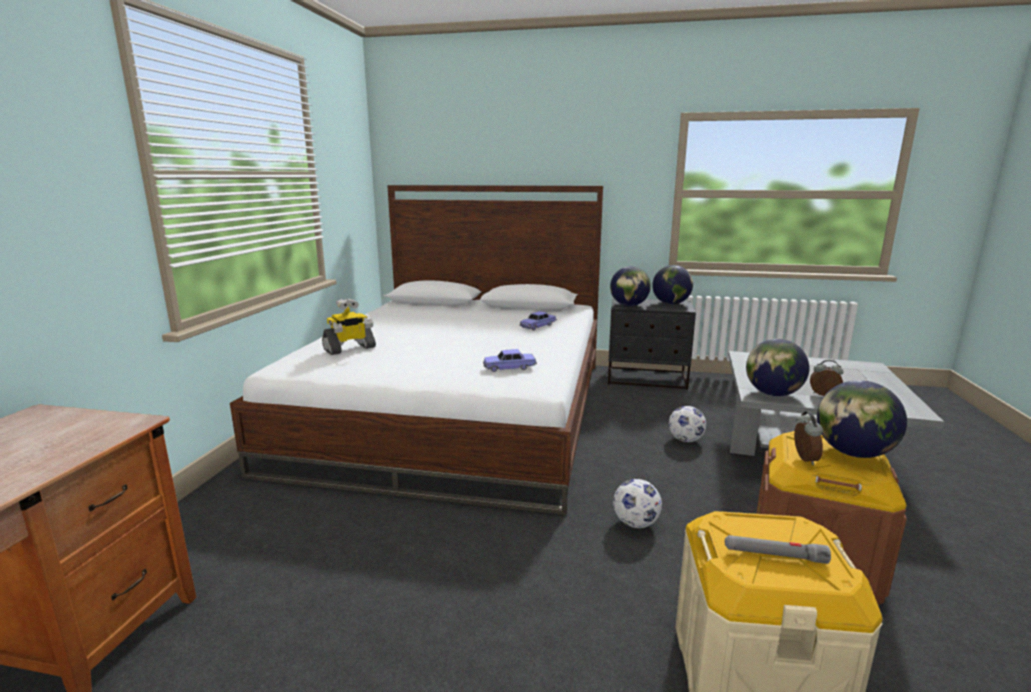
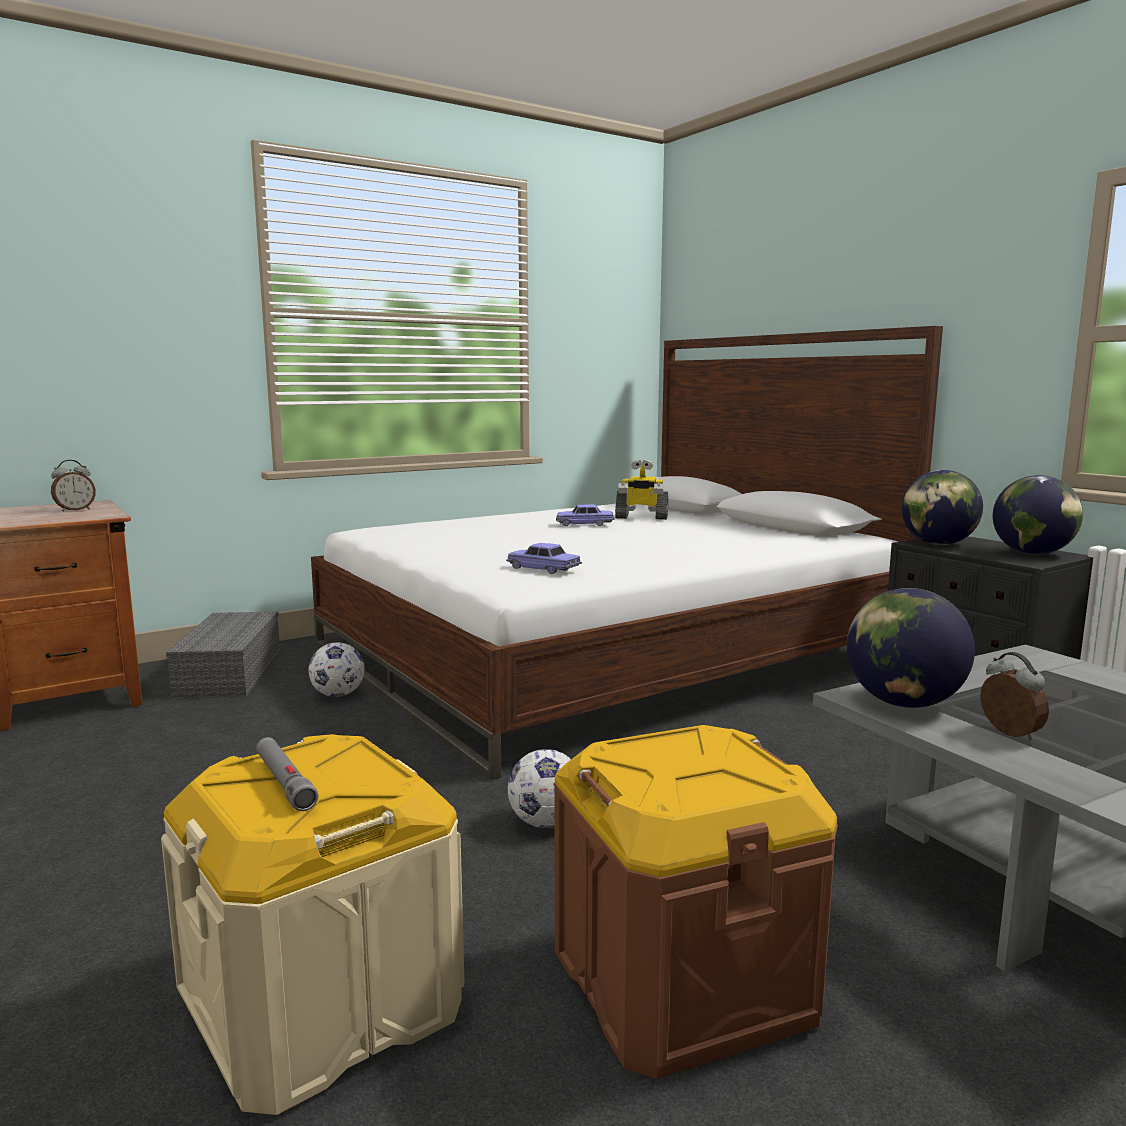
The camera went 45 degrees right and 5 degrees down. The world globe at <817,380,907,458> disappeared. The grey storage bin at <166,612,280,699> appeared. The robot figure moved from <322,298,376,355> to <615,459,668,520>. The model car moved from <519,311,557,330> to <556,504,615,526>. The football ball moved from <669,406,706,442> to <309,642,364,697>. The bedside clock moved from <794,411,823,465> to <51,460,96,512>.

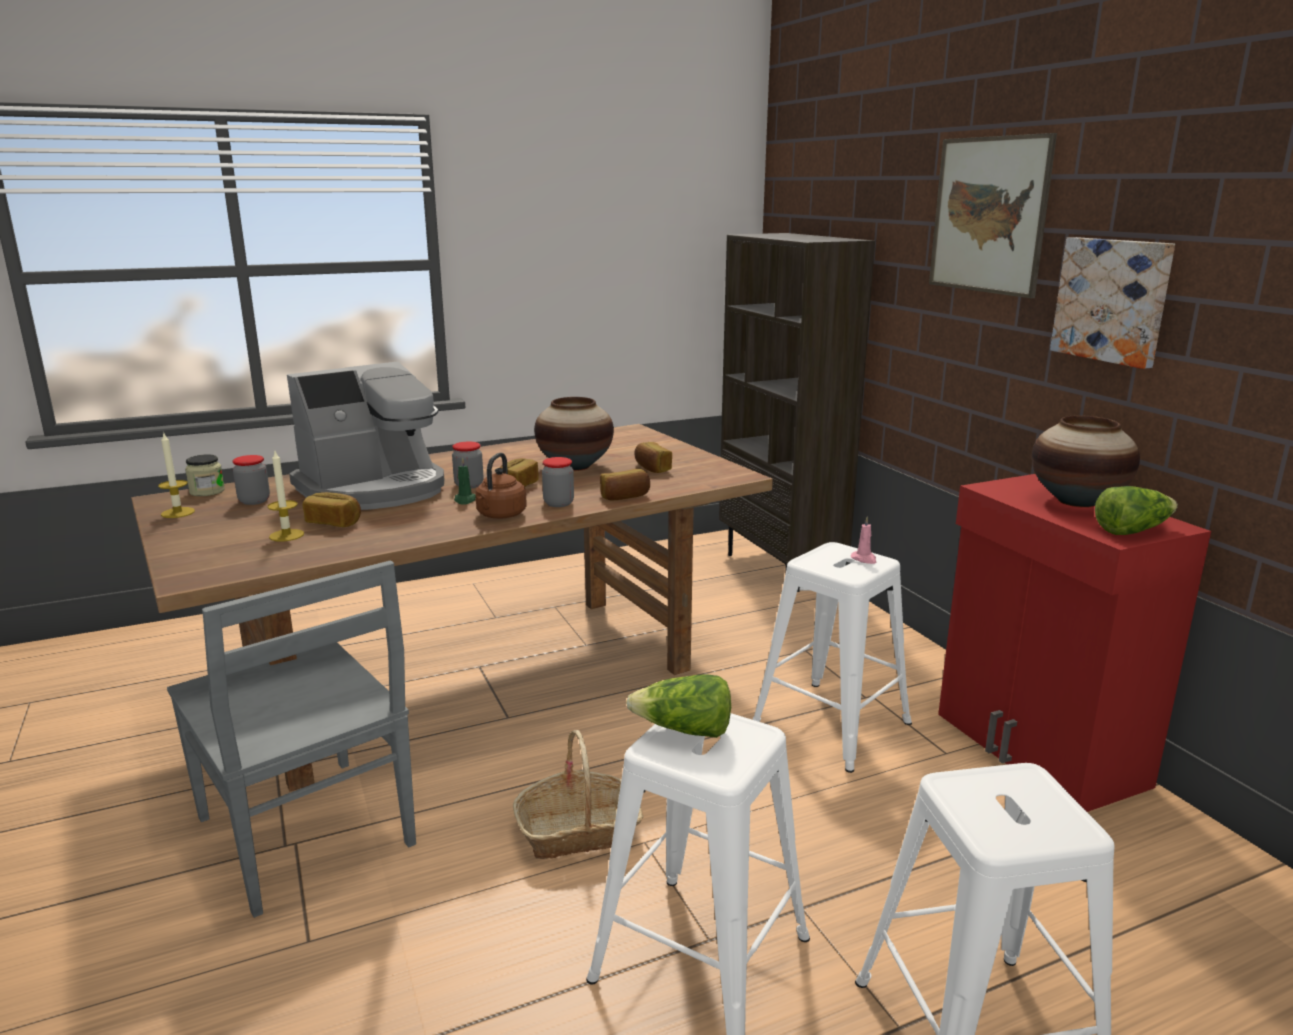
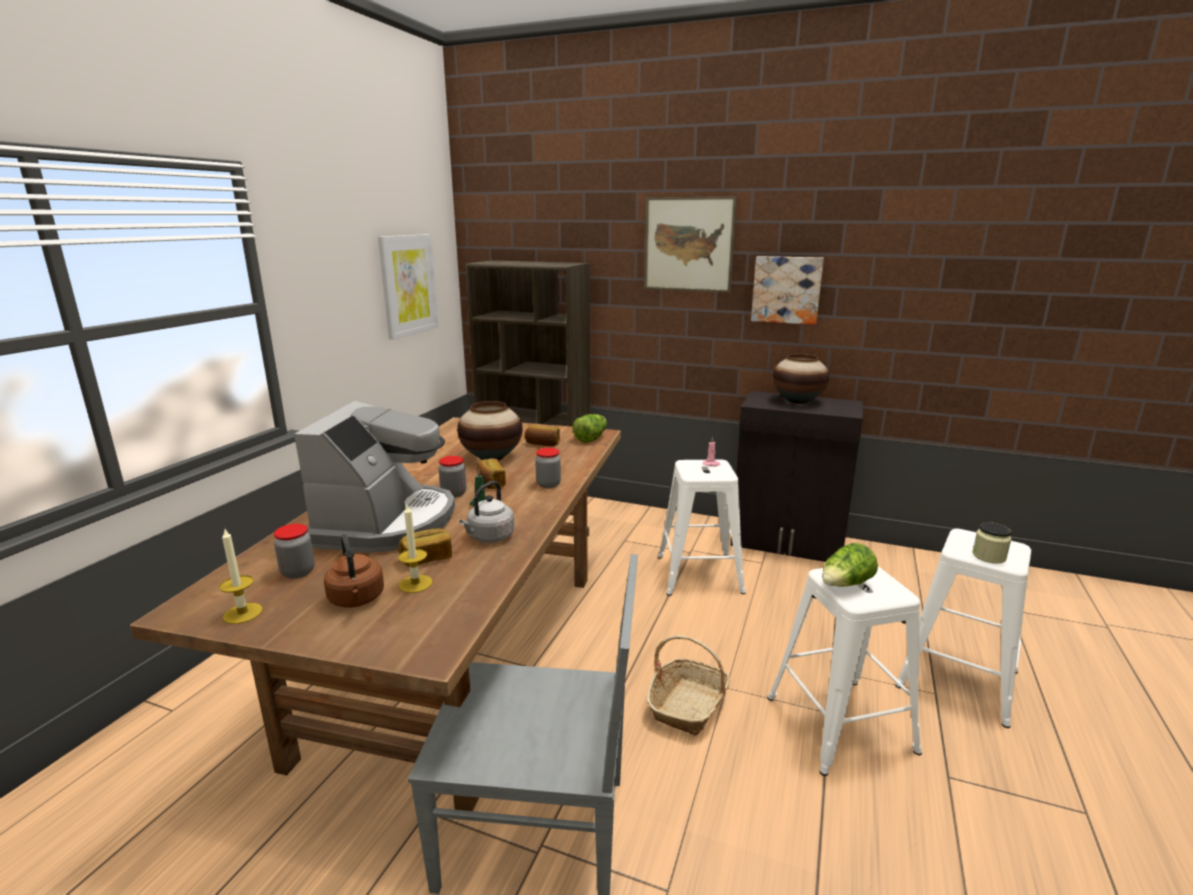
The camera went 45 degrees left and 0 degrees up. The bakery bread at <600,469,650,500> disappeared. The wall picture at <378,234,439,340> appeared. The grey kettle at <459,481,515,543> appeared. The preserve jar moved from <185,455,225,496> to <972,522,1012,564>. The brown kettle moved from <475,453,527,519> to <324,534,384,608>. The head of lettuce moved from <1095,486,1178,535> to <572,414,607,443>. The red storage cabinet at <938,474,1211,812> became the black-coloured storage cabinet at <731,391,863,562>.

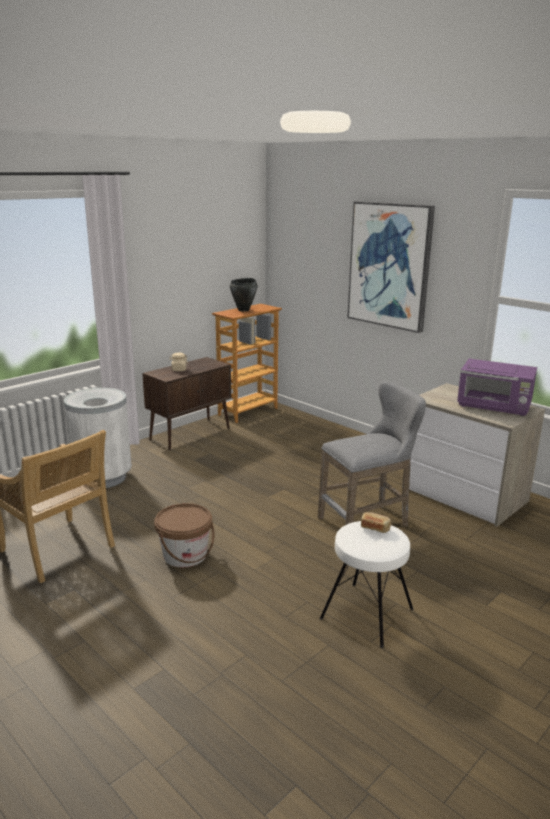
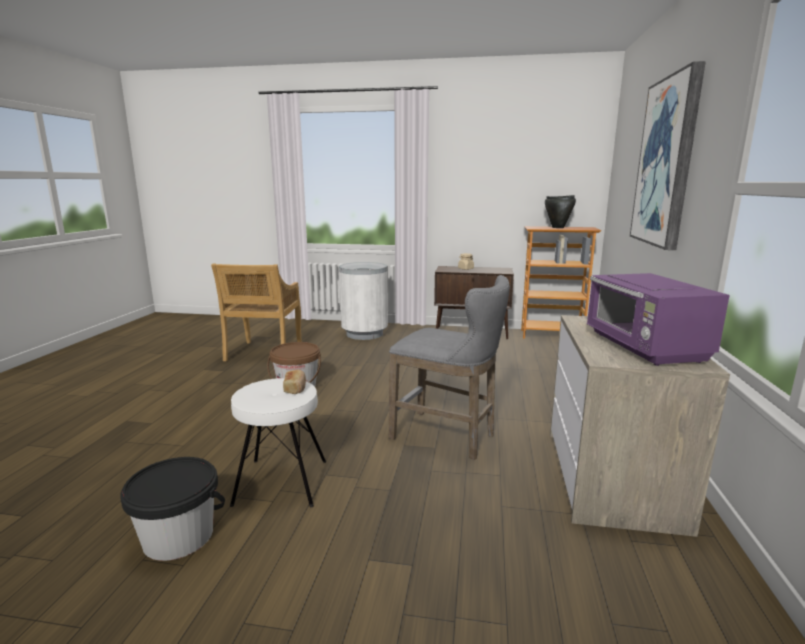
The camera went 55 degrees right and 5 degrees down. The black-coloured bucket at <120,457,225,561> appeared.

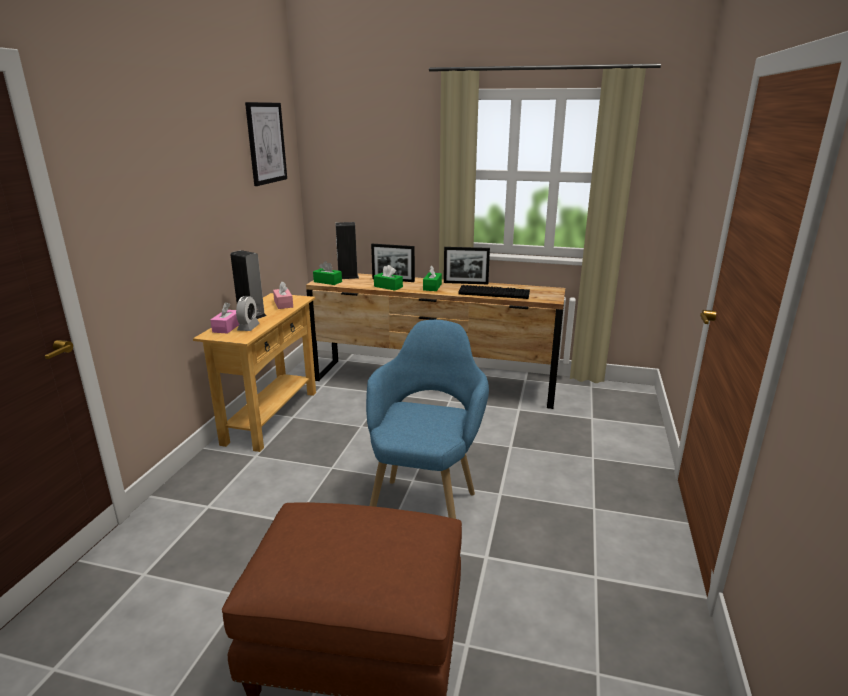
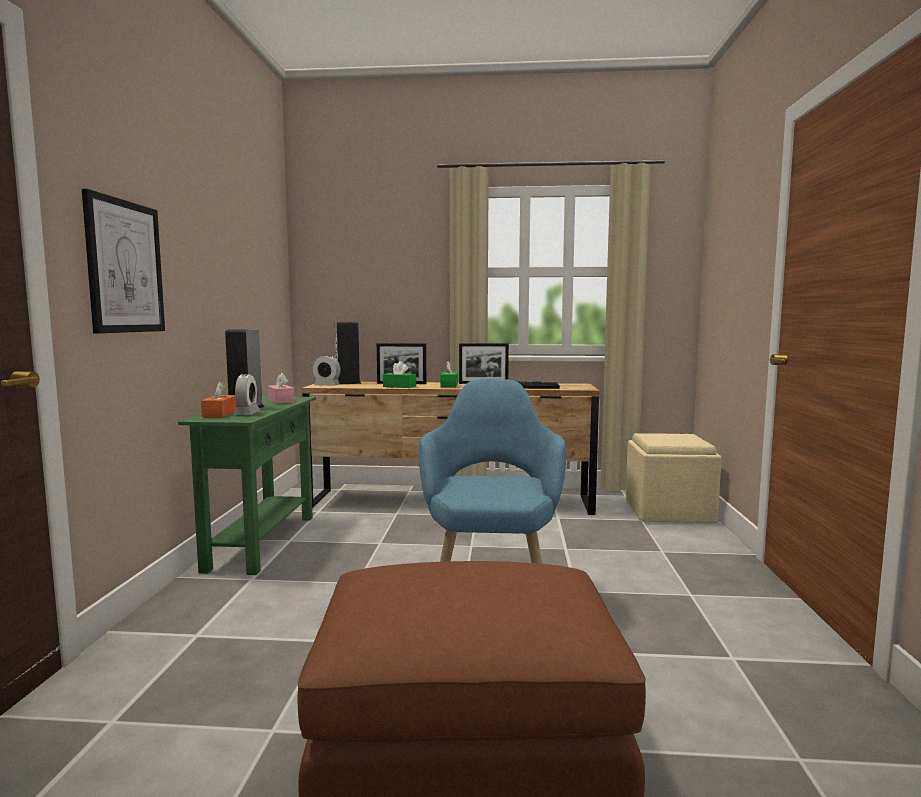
The camera went 10 degrees left and 15 degrees down. The sand-coloured ottoman at <626,433,721,523> appeared. The wall picture moved from <245,102,287,186> to <82,189,165,333>. The green-coloured box of tissues at <313,261,342,285> was replaced by the bedside clock at <312,355,341,386>. The sand-coloured console table at <193,293,316,452> became the green-coloured console table at <178,396,316,575>. The pinkish box of tissues at <210,302,239,334> became the orange box of tissues at <201,382,237,418>.

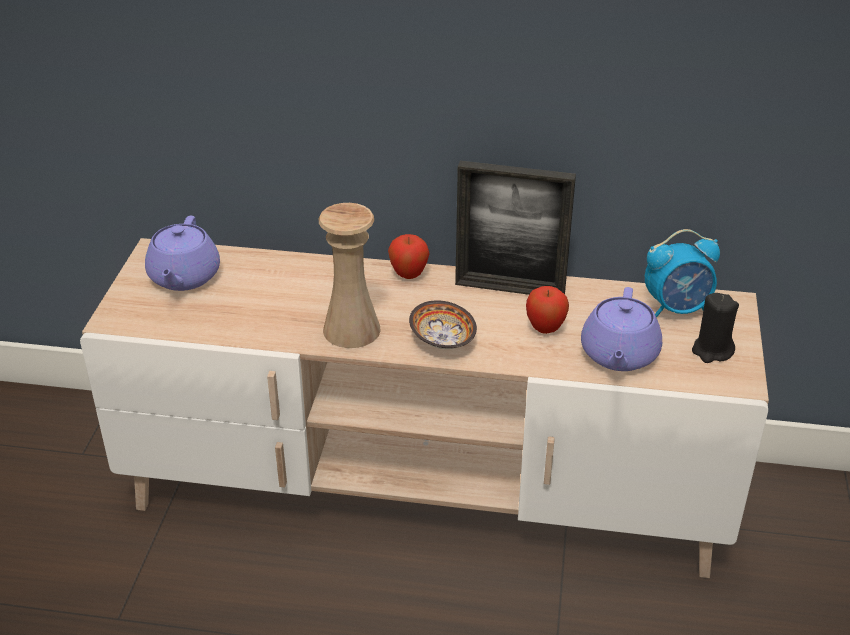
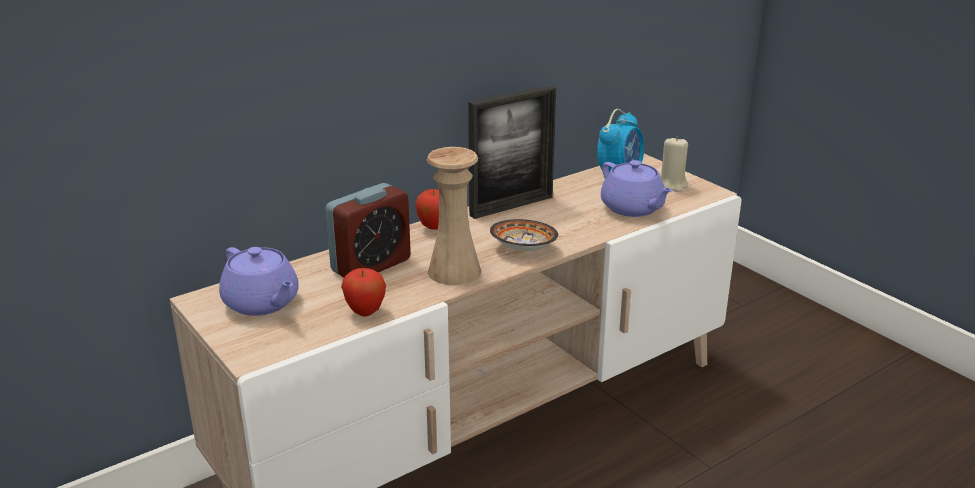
The camera went 45 degrees left and 10 degrees down. The bedside clock at <325,183,411,277> appeared. The apple moved from <526,286,569,334> to <341,268,386,317>. The black-coloured wax light at <692,293,739,363> became the sand-coloured wax light at <661,136,688,192>.

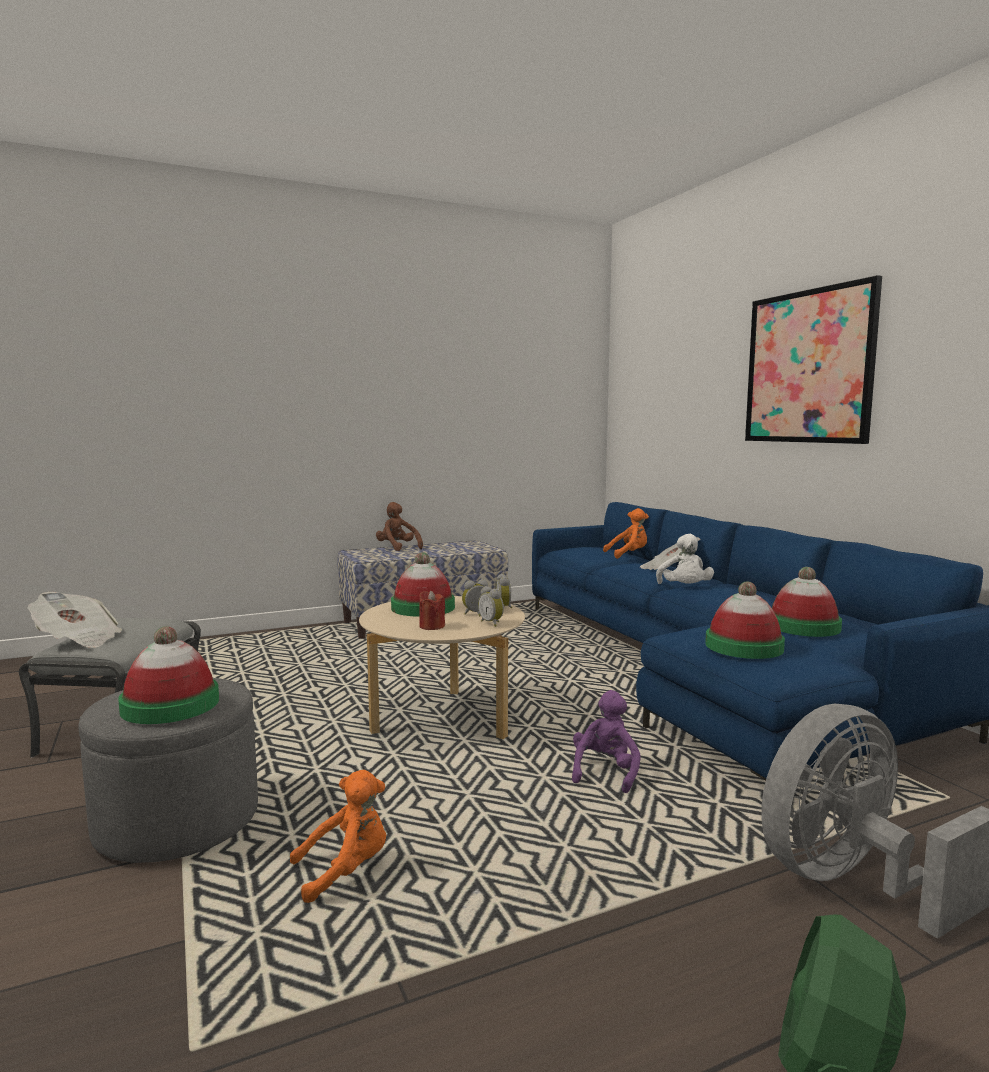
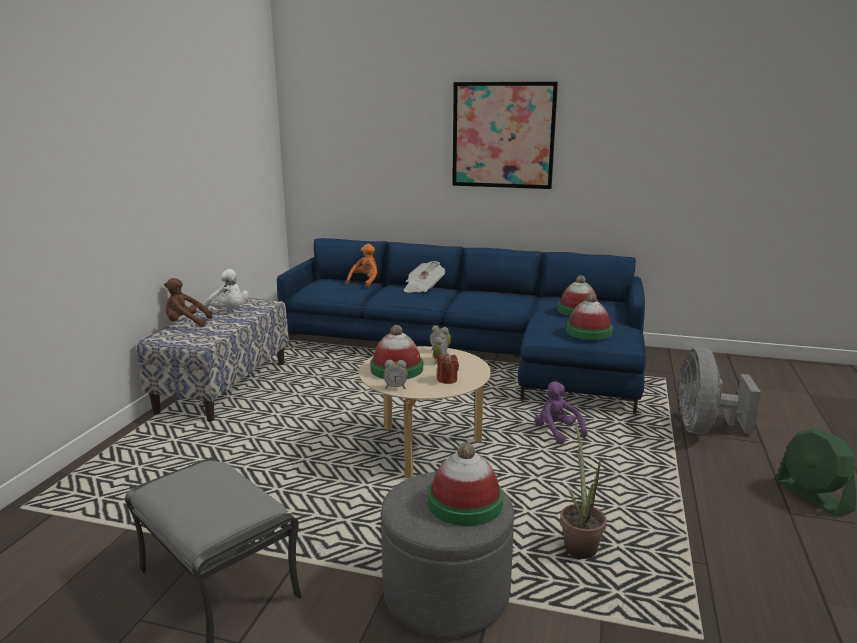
The camera went 50 degrees left and 10 degrees up. The daily paper at <28,592,122,648> disappeared. The bedside clock moved from <478,586,504,627> to <384,360,408,389>. The white soft toy moved from <656,534,714,584> to <203,269,249,309>. The orange soft toy at <290,770,386,903> was replaced by the plant in a pot at <560,421,607,559>.

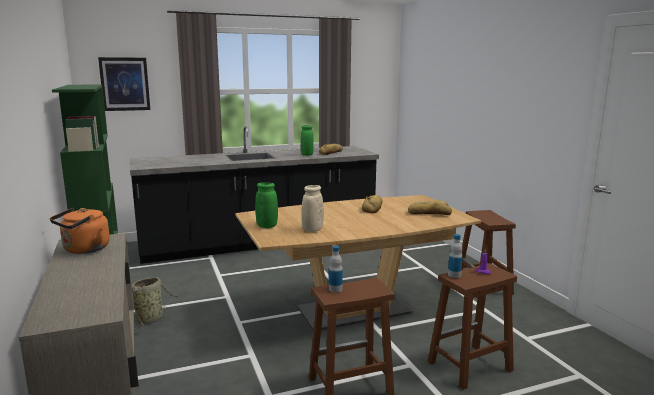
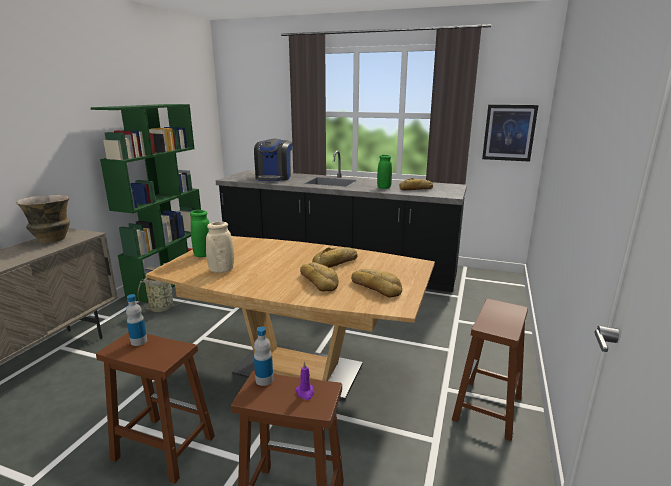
The camera went 40 degrees right and 5 degrees up. The coffee maker at <254,139,292,181> appeared. The bakery bread at <300,262,338,291> appeared. The wall picture moved from <98,57,150,111> to <482,105,538,162>. The orange kettle at <50,208,110,254> was replaced by the vase at <16,195,70,243>.

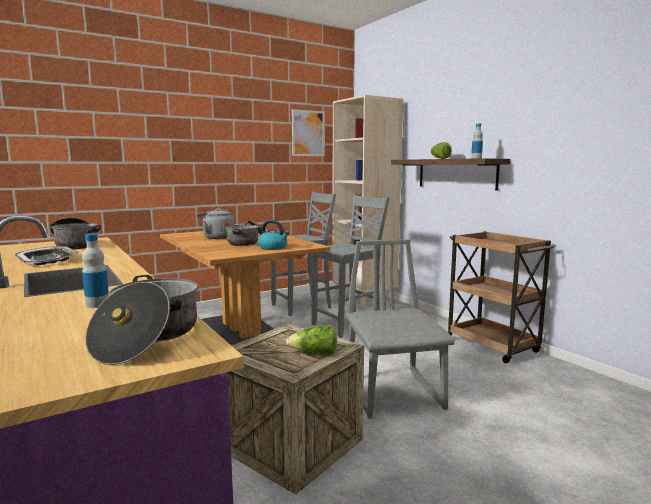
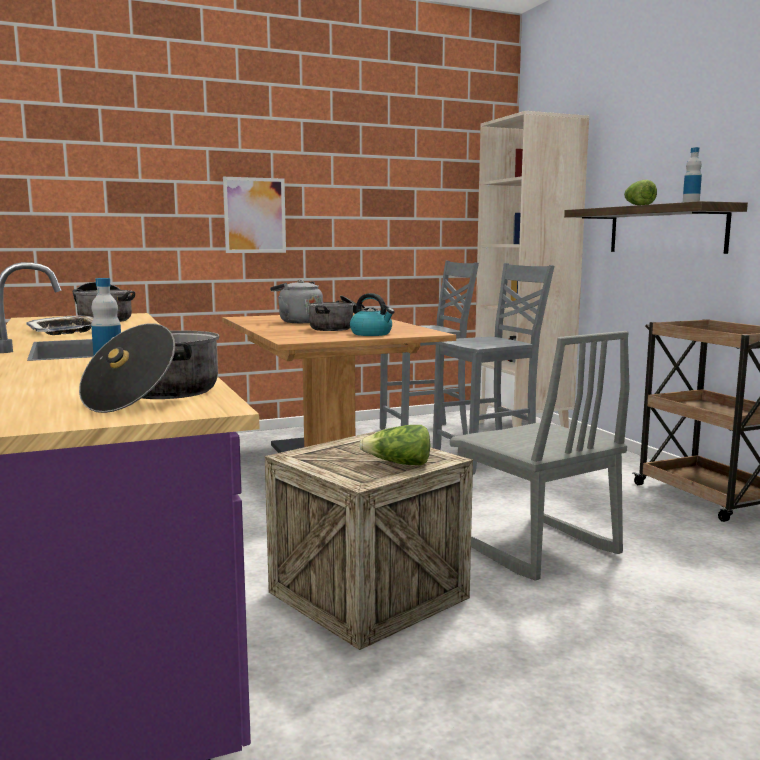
The camera went 10 degrees right and 0 degrees up. The wall picture moved from <292,109,325,156> to <223,177,286,253>. The grey upright chair at <346,239,455,419> turned 150 degrees clockwise.

